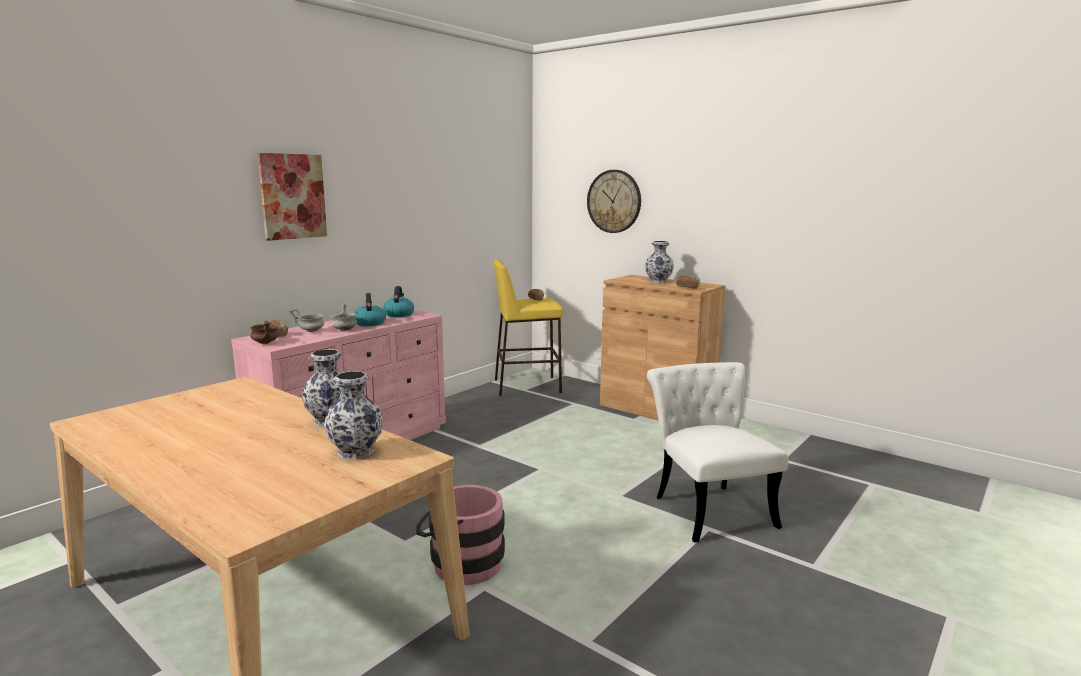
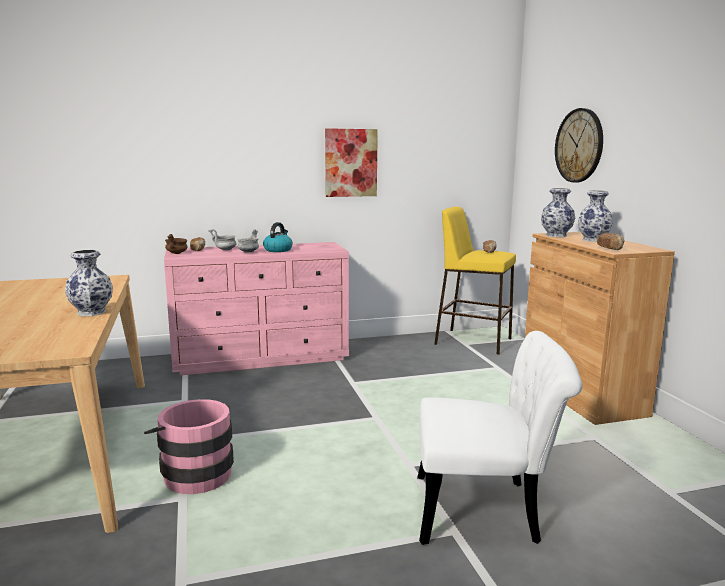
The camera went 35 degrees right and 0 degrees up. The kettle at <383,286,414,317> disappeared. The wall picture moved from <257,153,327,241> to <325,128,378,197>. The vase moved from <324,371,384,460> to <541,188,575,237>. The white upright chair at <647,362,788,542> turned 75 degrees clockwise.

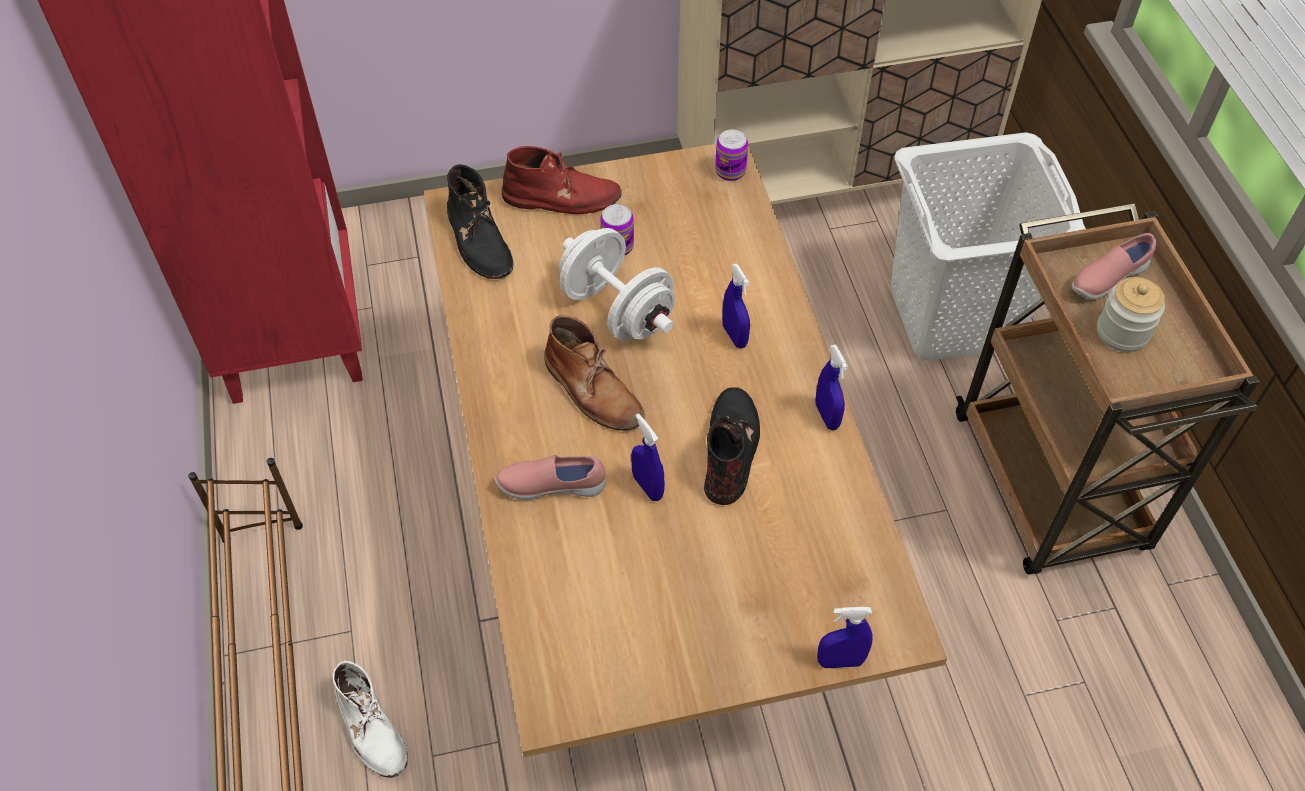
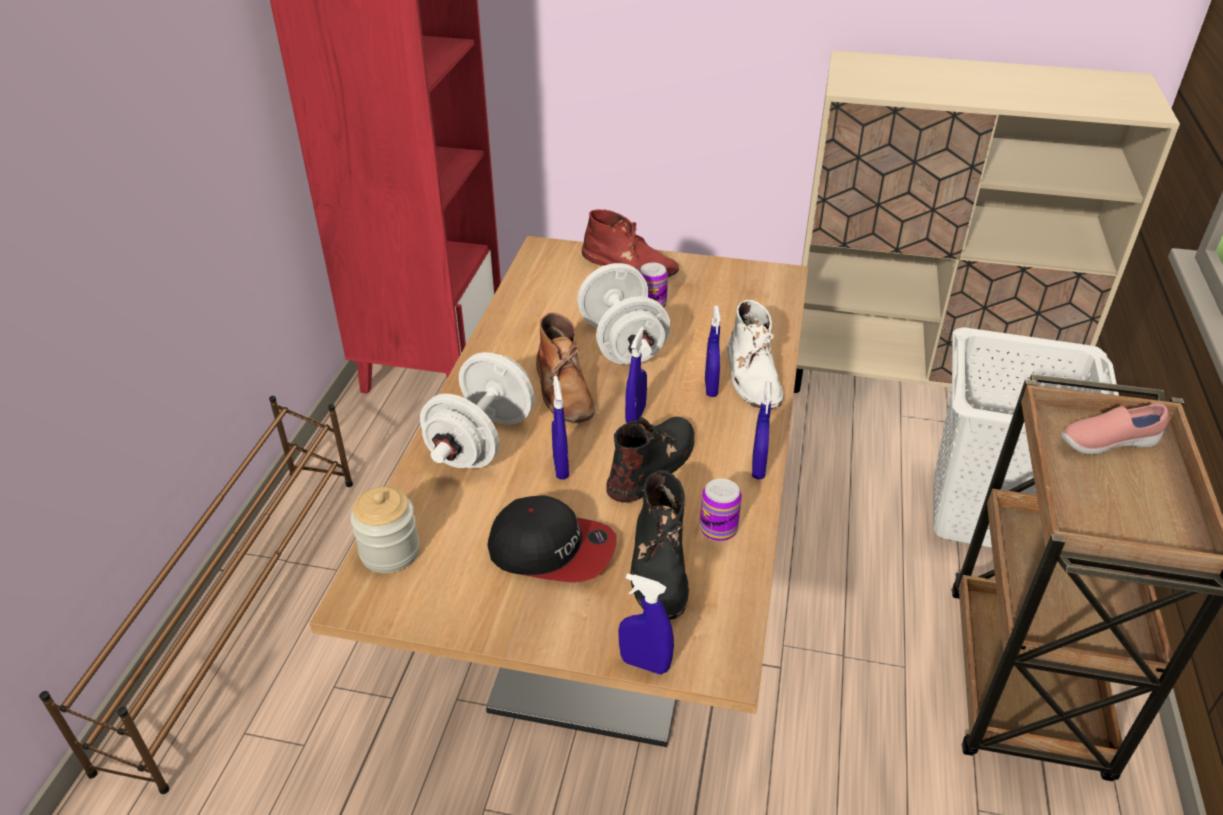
The camera went 25 degrees right and 15 degrees down. The cap at <488,495,616,583> appeared. The blue-coloured spray bottle at <625,327,647,423> appeared. The white boot moved from <332,661,408,778> to <727,300,783,408>. The black-coloured boot moved from <447,164,513,279> to <630,470,689,620>. The metal can moved from <715,129,748,181> to <700,478,742,541>. The preserve jar moved from <1097,277,1165,352> to <350,486,420,573>. The pinkish low shoe at <495,455,606,500> was replaced by the white hand weight at <420,352,535,468>.

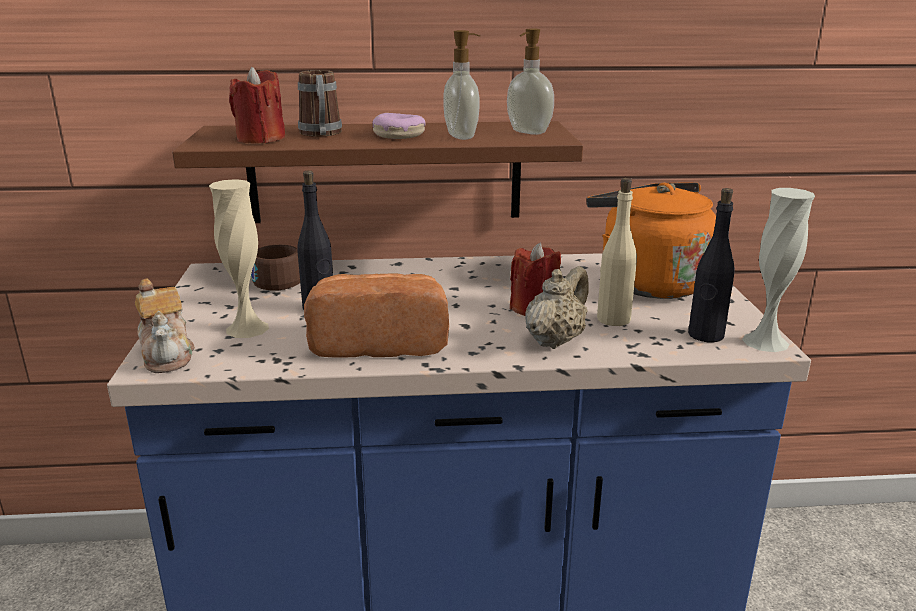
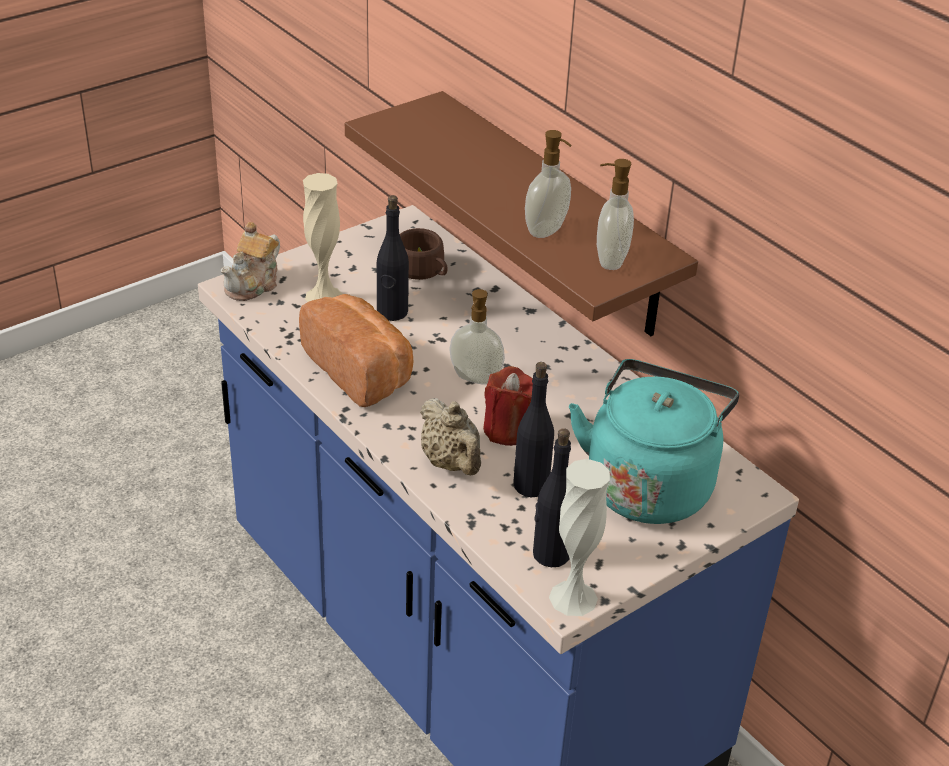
The camera went 55 degrees right and 15 degrees up. The red wax light at <229,67,285,143> disappeared. The mug at <298,70,342,137> disappeared. The donut at <373,113,426,139> disappeared. The soap dispenser at <449,289,505,385> appeared. The orange kettle at <586,182,716,299> became the turquoise kettle at <569,359,739,524>. The sand-coloured drink bottle at <597,178,637,326> became the black-coloured drink bottle at <513,362,554,497>. The sand-coloured teapot at <525,266,589,349> turned 60 degrees clockwise.

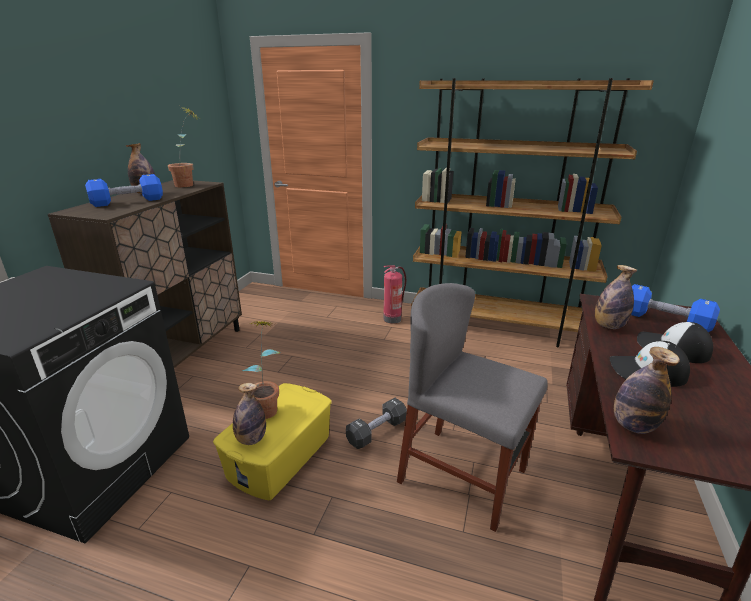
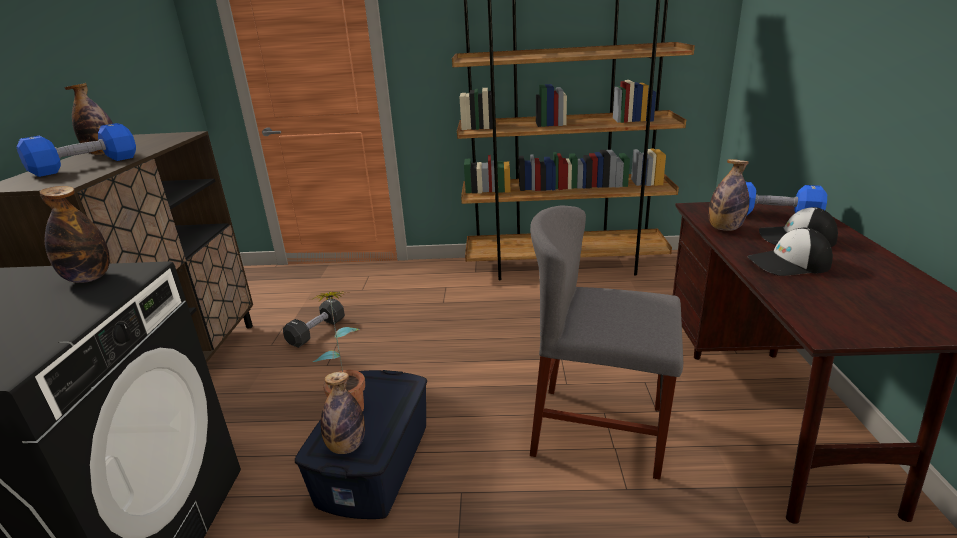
The camera went 15 degrees left and 0 degrees up. The plant in a pot at <168,106,198,187> disappeared. The fire-fighting cylinder at <383,265,406,324> disappeared. The black-coloured hand weight moved from <346,398,407,449> to <283,298,345,348>. The drink bottle moved from <614,347,680,434> to <40,186,110,283>. The yellow-coloured storage bin at <213,383,332,500> became the blue-coloured storage bin at <295,370,427,519>.

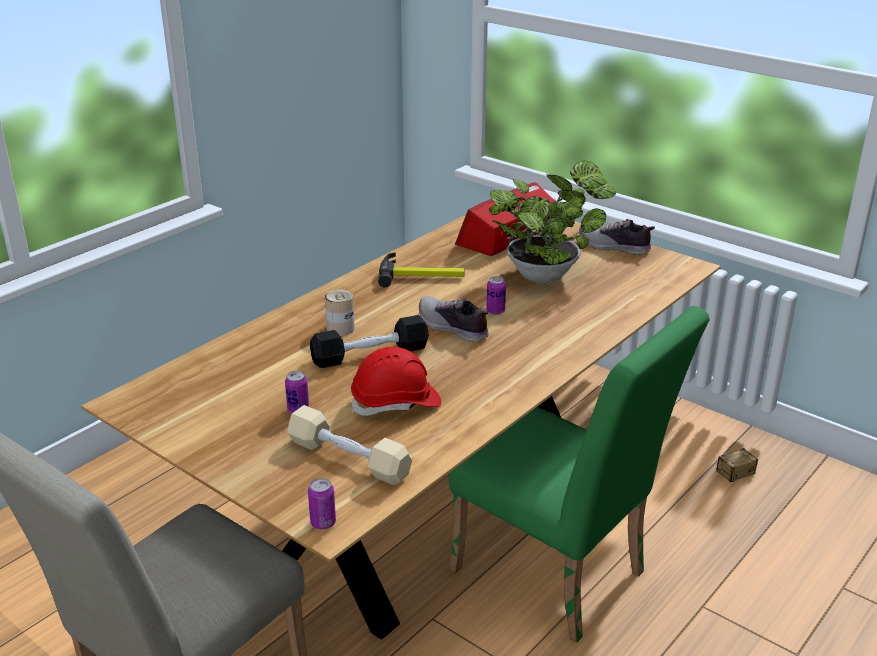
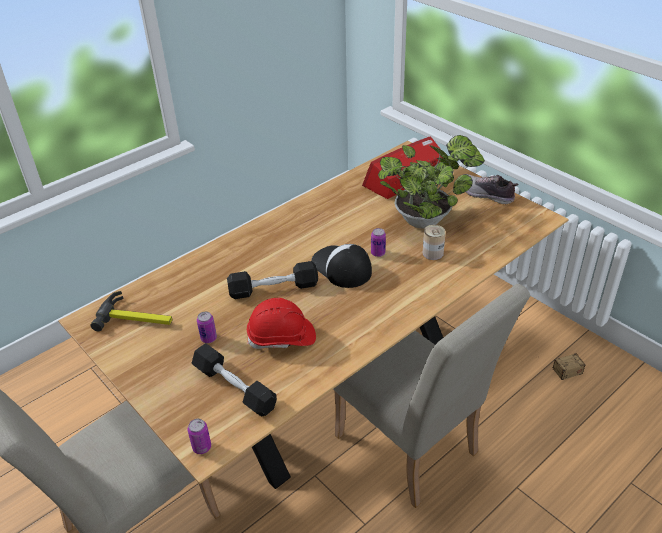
The camera went 10 degrees right and 10 degrees up. The metal can moved from <325,289,355,336> to <423,225,446,260>. The hand hammer moved from <378,252,465,287> to <91,291,173,331>. The low shoe at <419,296,489,342> was replaced by the cap at <311,244,372,288>. The sand-coloured hand weight at <287,405,412,485> became the black-coloured hand weight at <192,343,277,416>. The green-coloured upright chair at <449,306,709,643> became the sand-coloured upright chair at <333,284,530,508>.

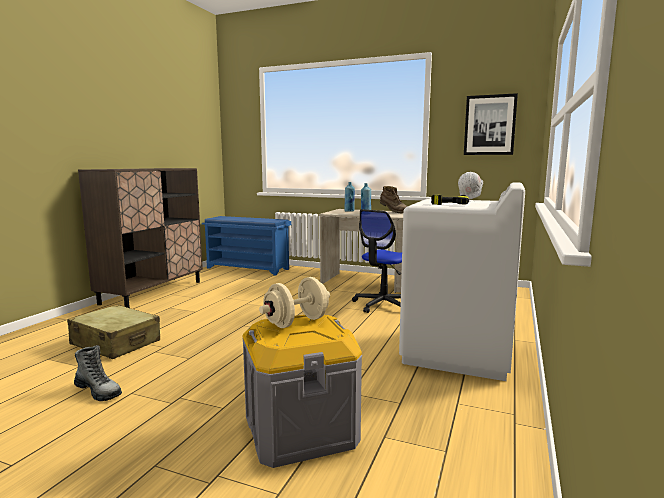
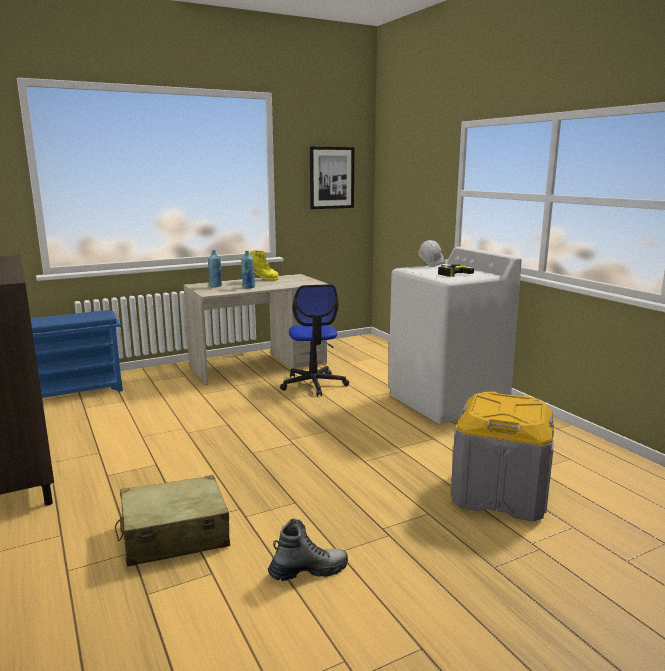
The camera went 50 degrees left and 5 degrees up. The sand-coloured hand weight at <259,277,330,328> disappeared. The brown boot at <380,186,407,213> became the yellow-coloured boot at <250,251,279,281>.

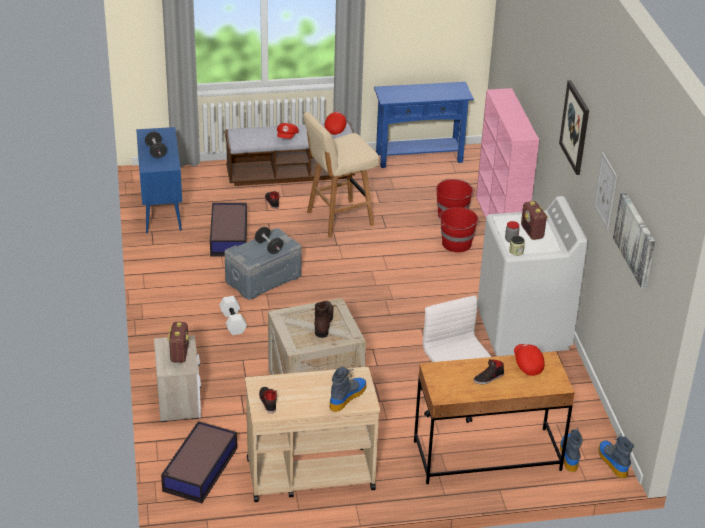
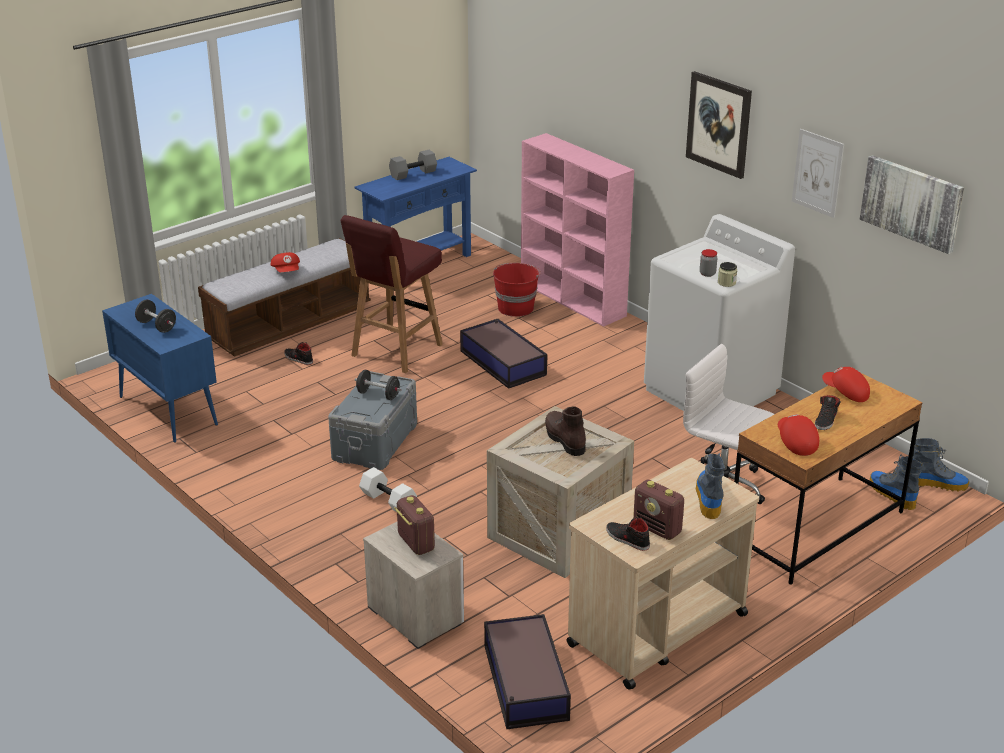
The camera went 30 degrees left and 5 degrees down. The red bucket at <438,207,478,253> disappeared. The grey hand weight at <389,150,437,180> appeared. The storage bin moved from <210,203,247,256> to <460,319,547,389>. The red cap moved from <324,112,346,135> to <778,414,819,456>. The radio moved from <521,201,548,240> to <633,479,684,540>. The sand-coloured stool at <303,112,379,238> became the red stool at <340,215,443,373>. The boot at <598,434,634,479> turned 150 degrees clockwise.

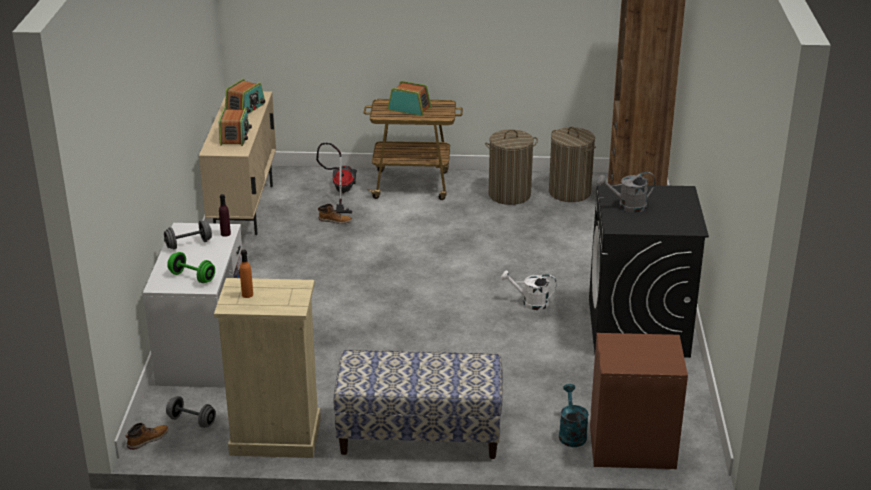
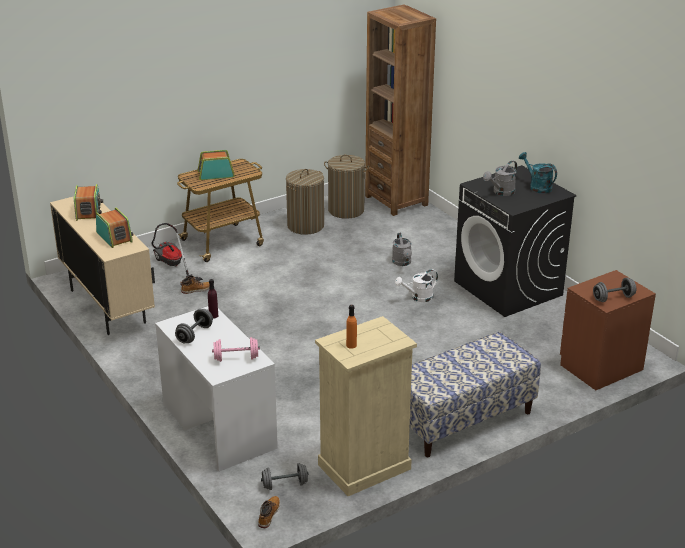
The camera went 35 degrees left and 0 degrees up. The grey watering can at <392,233,412,266> appeared. The grey hand weight at <593,278,636,302> appeared. The turquoise watering can moved from <559,384,589,447> to <519,152,557,193>. The green-coloured hand weight at <167,252,215,283> became the pinkish hand weight at <212,337,260,362>.

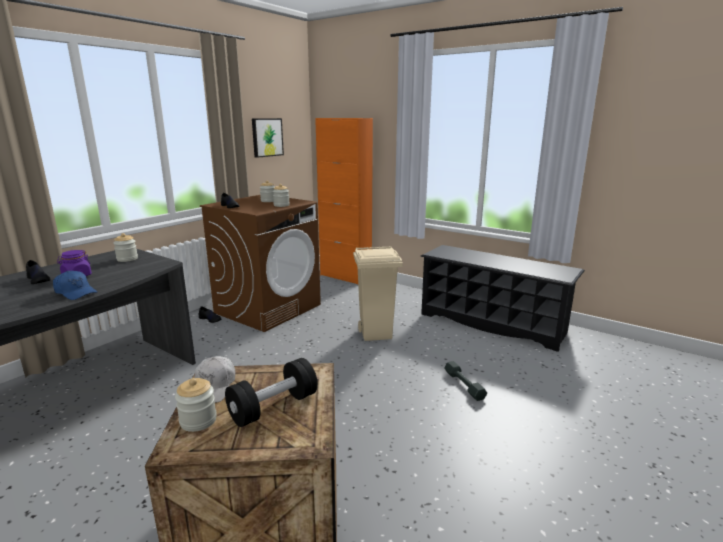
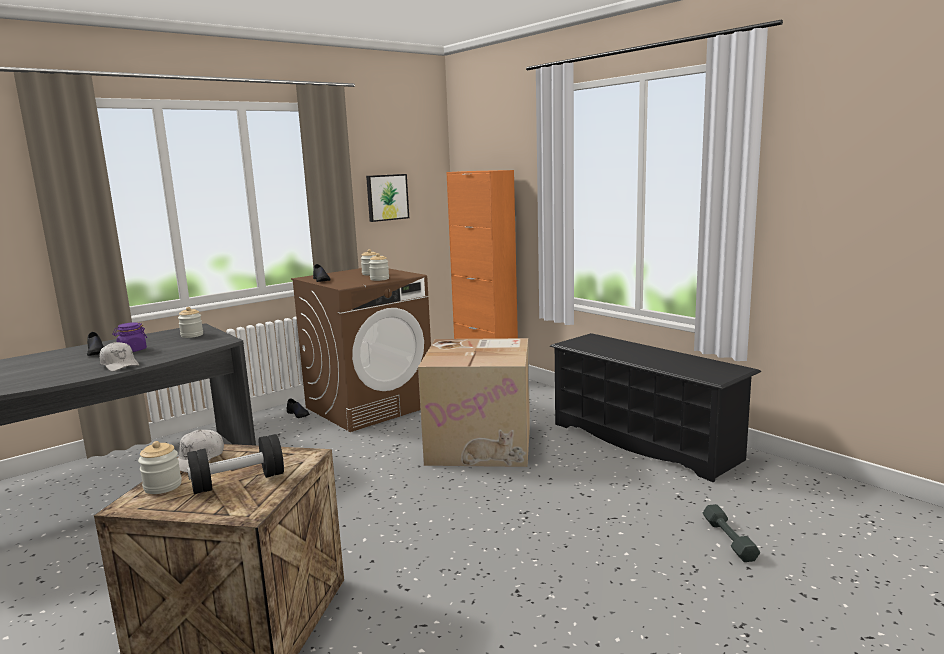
The camera went 15 degrees right and 5 degrees down. The grey hand weight moved from <444,361,487,401> to <703,504,760,562>. The sand-coloured rubbish bin at <353,246,403,341> was replaced by the carton at <418,338,530,467>. The blue-coloured cap at <53,271,97,300> became the white cap at <99,342,140,372>.

